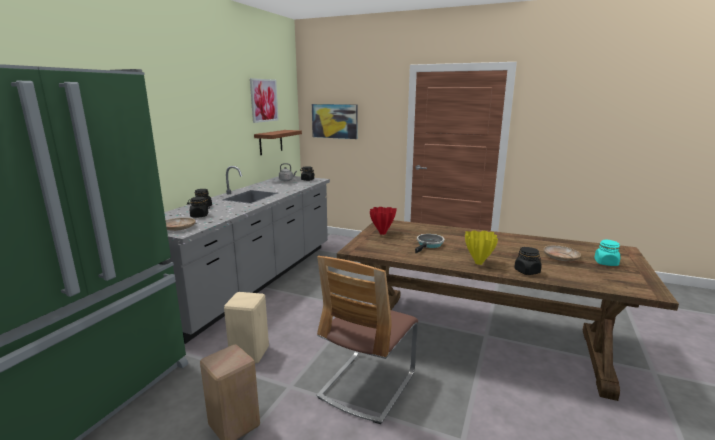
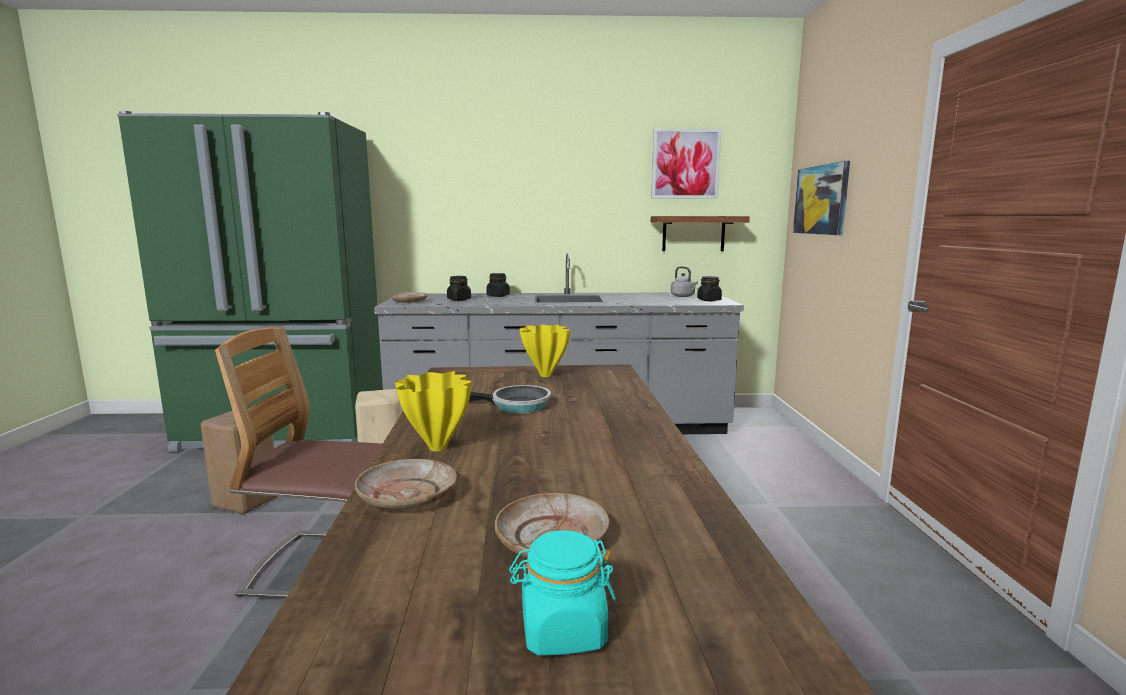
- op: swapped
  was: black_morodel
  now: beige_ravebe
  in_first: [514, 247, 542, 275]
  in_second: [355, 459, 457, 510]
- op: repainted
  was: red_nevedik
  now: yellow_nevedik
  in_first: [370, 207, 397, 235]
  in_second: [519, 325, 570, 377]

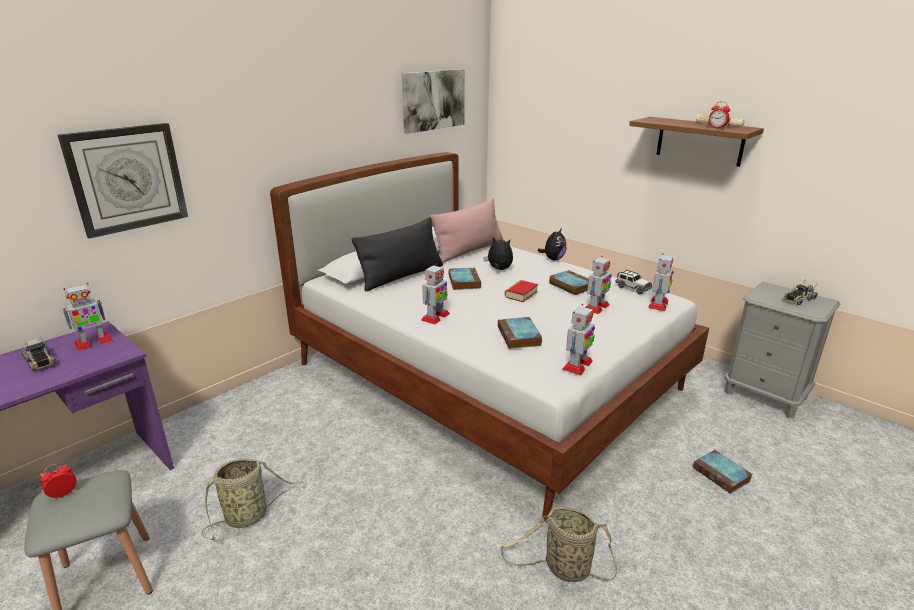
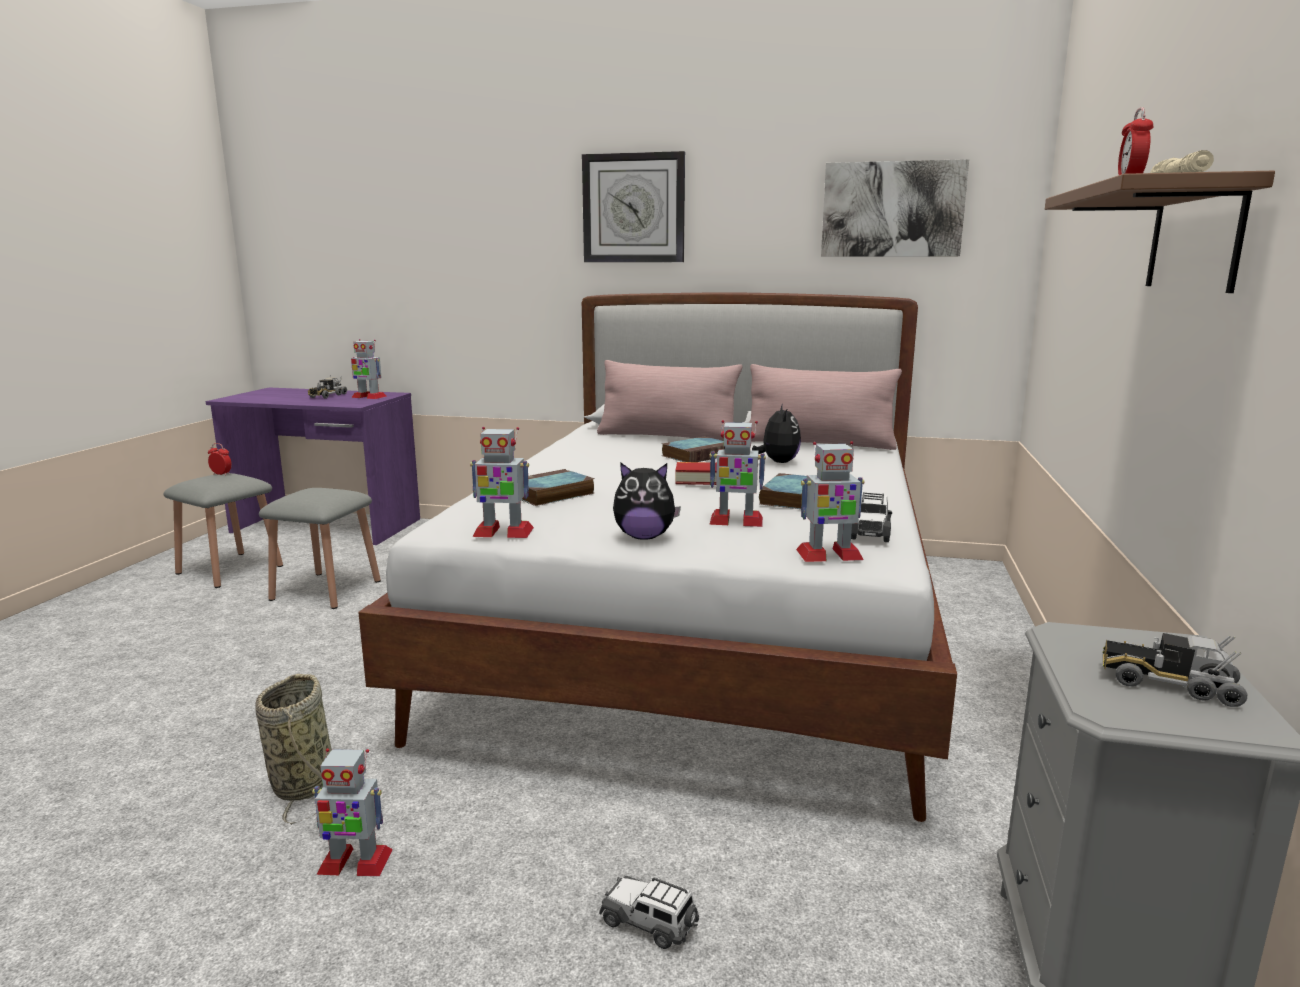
- op: swapped
  was: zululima
  now: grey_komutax
  in_first: [202, 458, 304, 541]
  in_second: [259, 488, 381, 609]
- op: shifted
  was: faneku
  in_first: [421, 264, 450, 324]
  in_second: [312, 748, 393, 876]
- op: shifted
  was: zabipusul
  in_first: [58, 123, 188, 239]
  in_second: [582, 151, 685, 262]
- op: repainted
  was: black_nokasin
  now: pink_nokasin
  in_first: [352, 217, 443, 292]
  in_second: [597, 360, 742, 441]
- op: swapped
  was: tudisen
  now: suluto
  in_first: [693, 450, 753, 494]
  in_second: [599, 876, 699, 949]
- op: shifted
  was: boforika
  in_first: [538, 228, 566, 260]
  in_second: [613, 462, 681, 540]

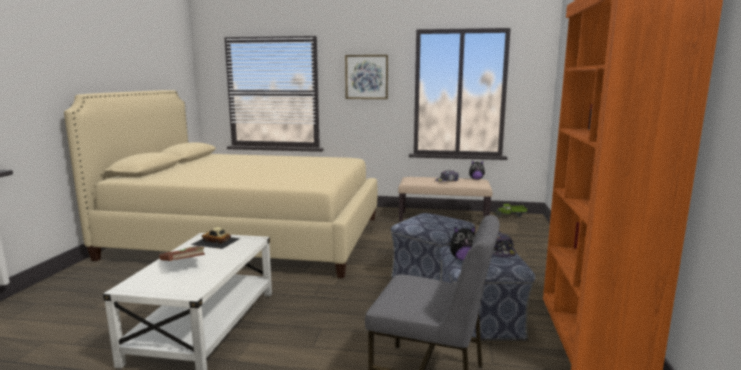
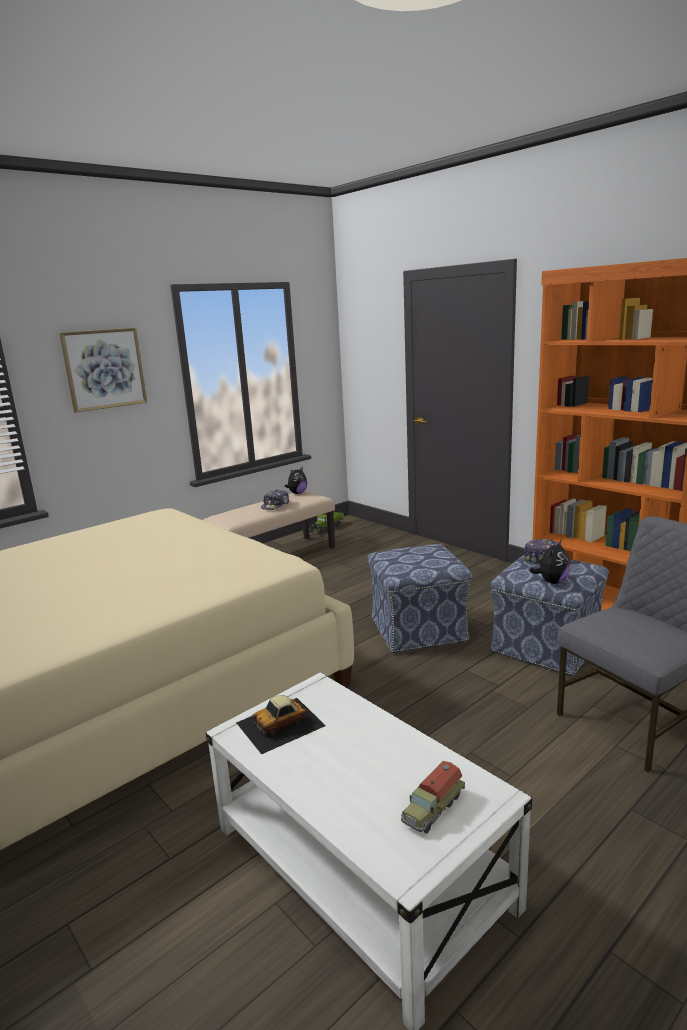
- op: new
  now: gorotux
  in_second: [401, 761, 465, 834]
- op: gone
  was: brown_tudisen
  in_first: [159, 246, 205, 261]

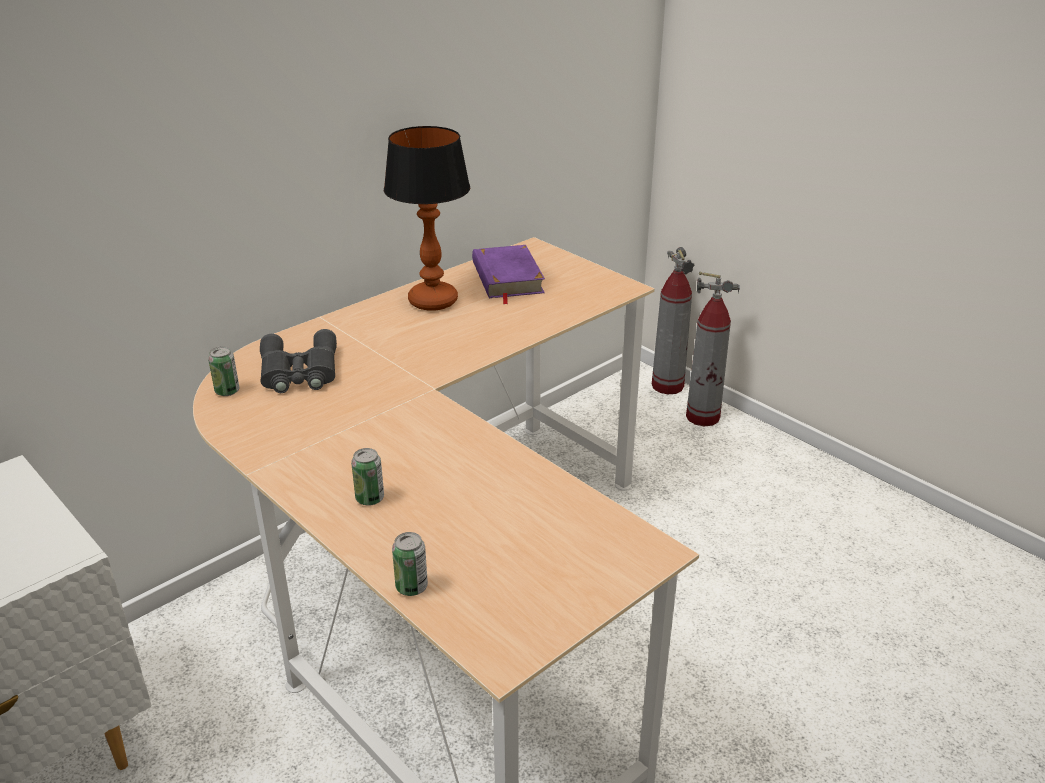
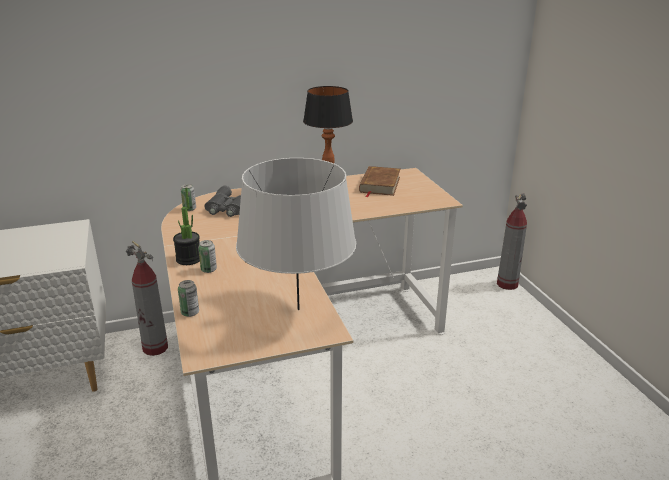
- op: shifted
  was: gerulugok
  in_first: [686, 272, 740, 426]
  in_second: [126, 241, 168, 356]
- op: new
  now: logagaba
  in_second: [173, 187, 200, 265]
- op: new
  now: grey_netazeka
  in_second: [236, 158, 357, 310]
- op: repainted
  was: purple_tudisen
  now: brown_tudisen
  in_first: [472, 245, 545, 304]
  in_second: [359, 166, 401, 197]

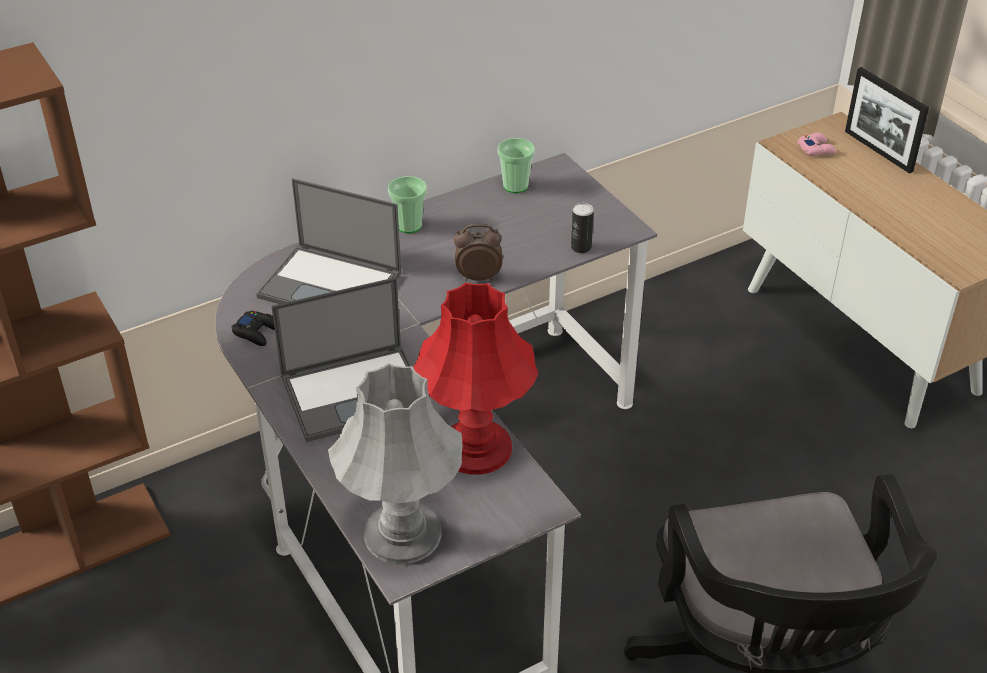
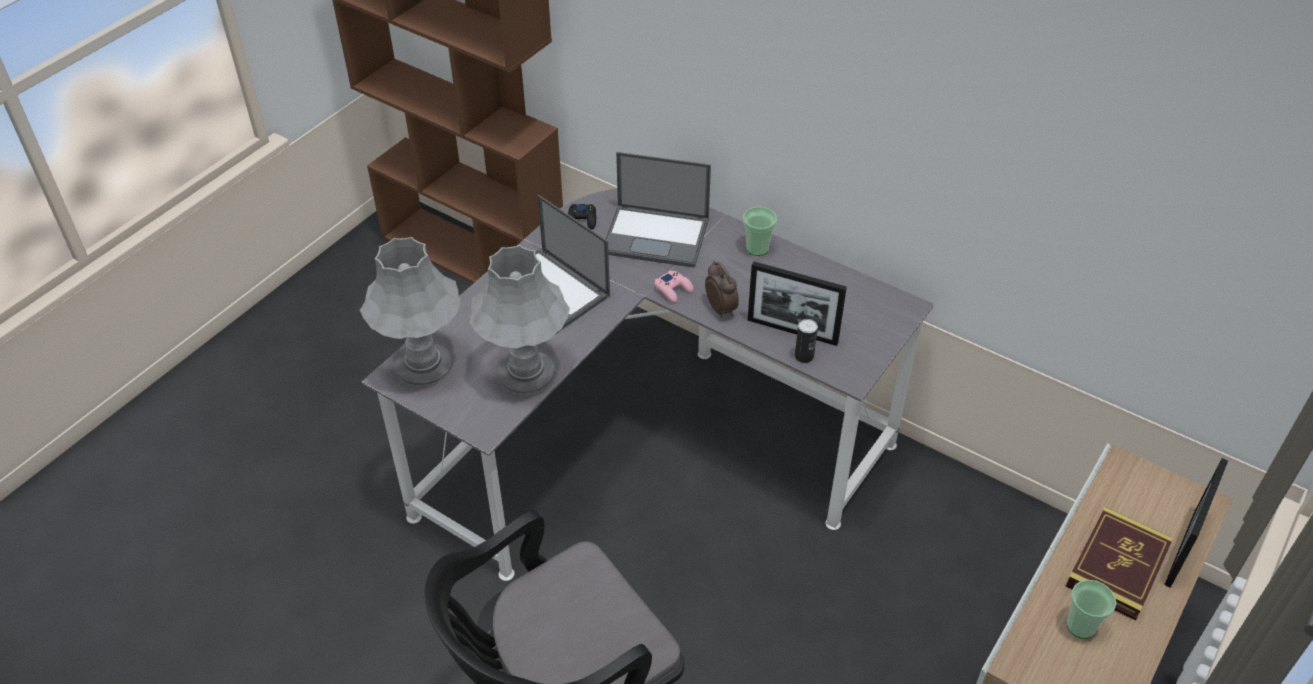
- op: repainted
  was: red_netazeka
  now: grey_netazeka
  in_first: [413, 282, 538, 475]
  in_second: [470, 245, 570, 395]
- op: rotated
  was: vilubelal
  in_first: [256, 178, 401, 304]
  in_second: [605, 152, 711, 268]
  clockwise: -75
- op: shifted
  was: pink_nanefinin
  in_first: [797, 133, 836, 156]
  in_second: [654, 270, 694, 303]
- op: new
  now: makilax
  in_second: [748, 261, 847, 346]
- op: new
  now: tudisen
  in_second: [1066, 507, 1173, 621]
- op: shifted
  was: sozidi
  in_first: [497, 138, 535, 193]
  in_second: [1066, 580, 1117, 639]

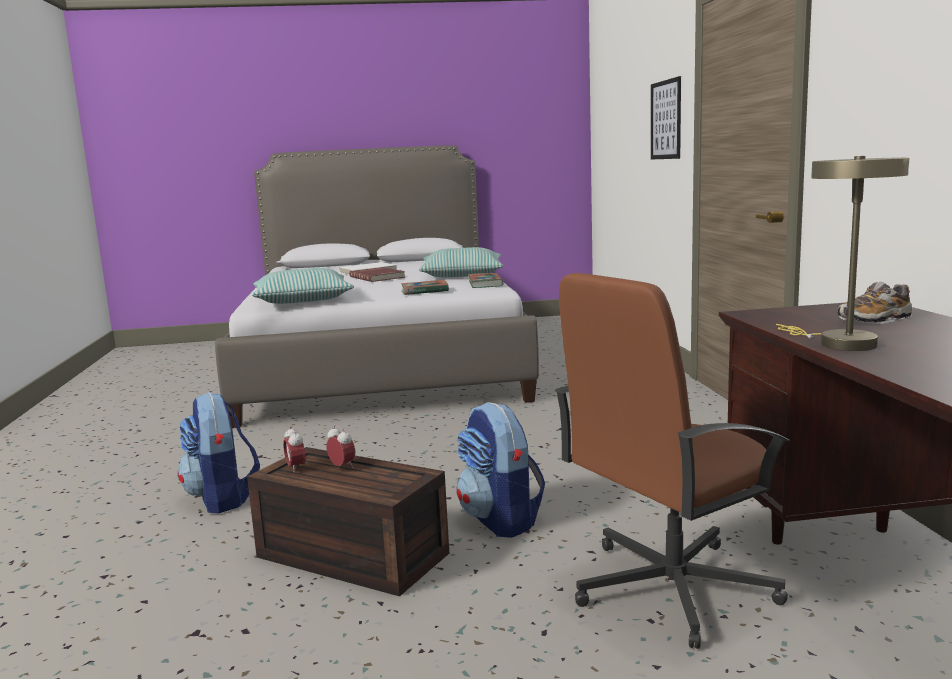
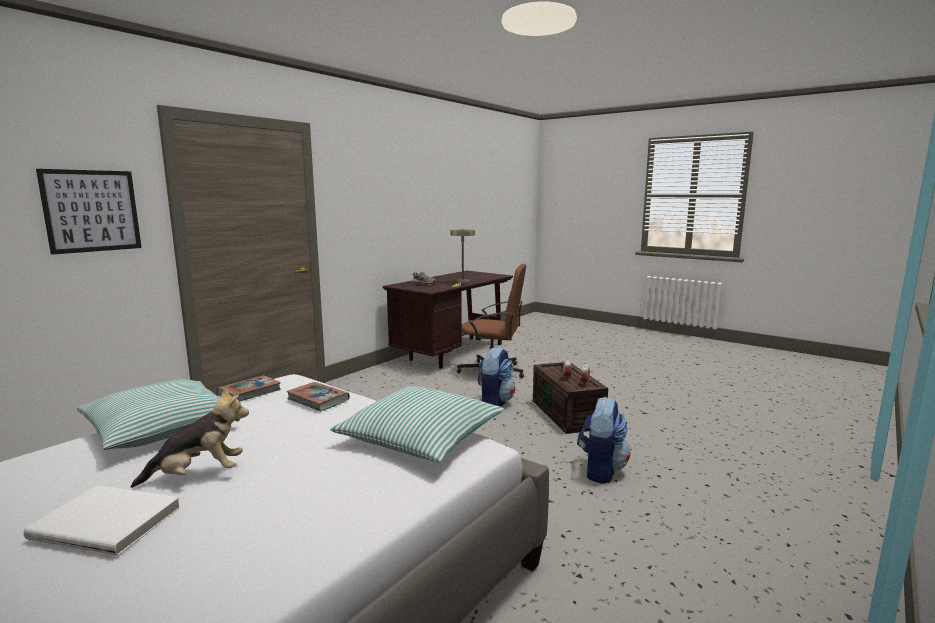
- op: swapped
  was: red_tudisen
  now: boforika
  in_first: [349, 267, 405, 282]
  in_second: [131, 388, 249, 488]

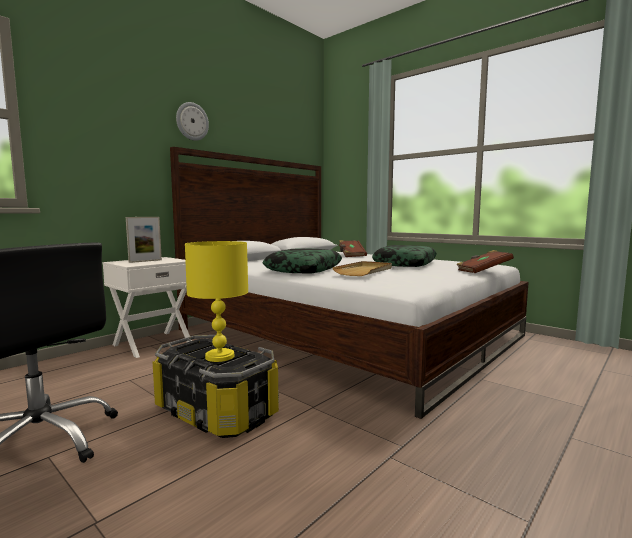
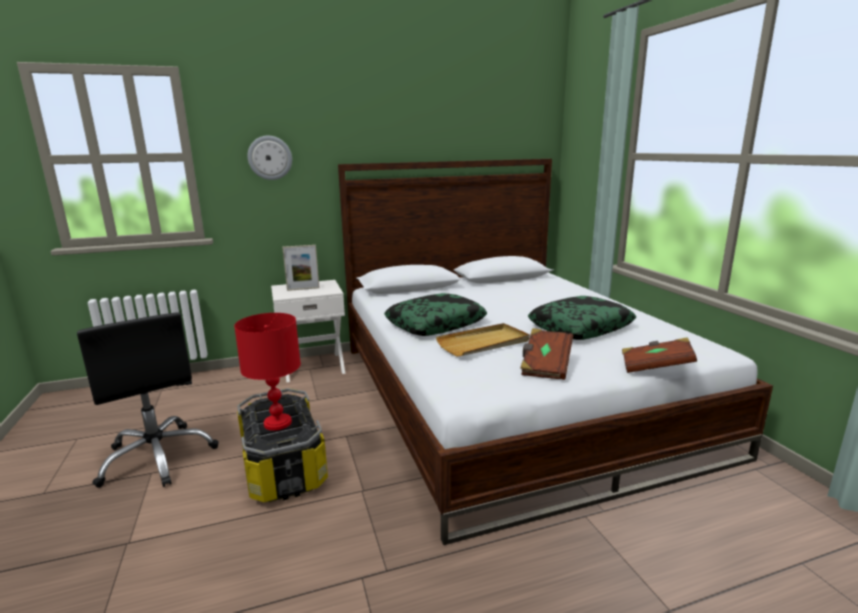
- op: repainted
  was: yellow_netazeka
  now: red_netazeka
  in_first: [185, 241, 248, 362]
  in_second: [234, 313, 301, 431]
- op: shifted
  was: zabipusul
  in_first: [176, 102, 209, 141]
  in_second: [247, 136, 292, 180]
- op: shifted
  was: brown_tudisen
  in_first: [339, 240, 367, 257]
  in_second: [520, 328, 573, 380]

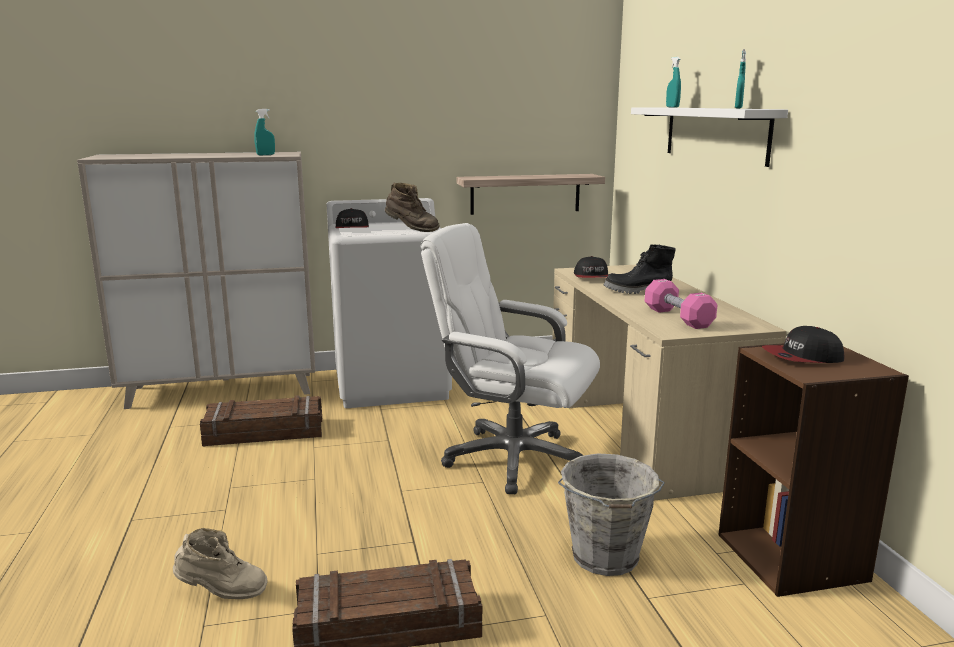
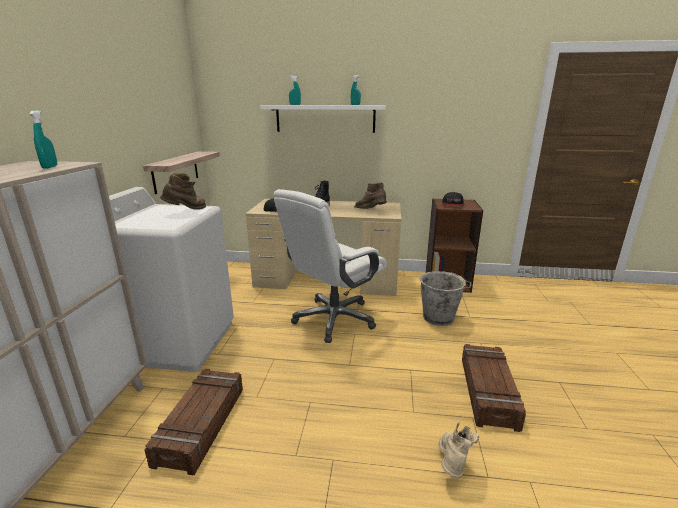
- op: swapped
  was: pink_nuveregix
  now: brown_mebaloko
  in_first: [645, 279, 717, 329]
  in_second: [354, 183, 387, 209]
- op: gone
  was: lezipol
  in_first: [335, 208, 369, 228]

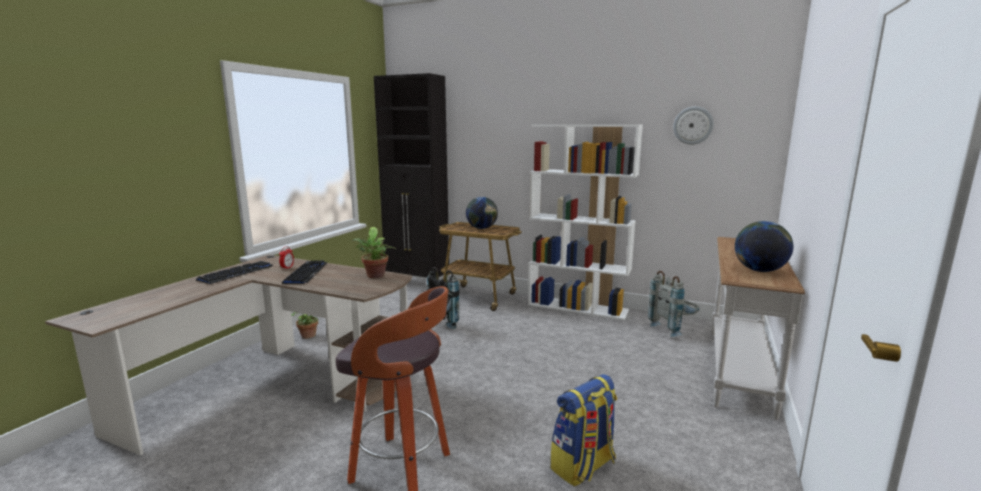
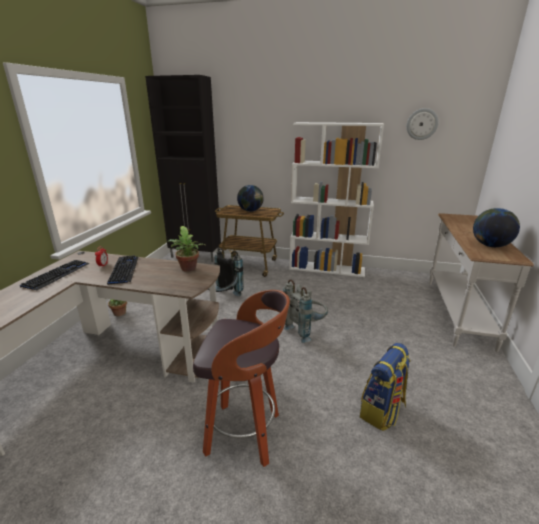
- op: shifted
  was: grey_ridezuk
  in_first: [648, 271, 699, 337]
  in_second: [283, 280, 328, 343]

